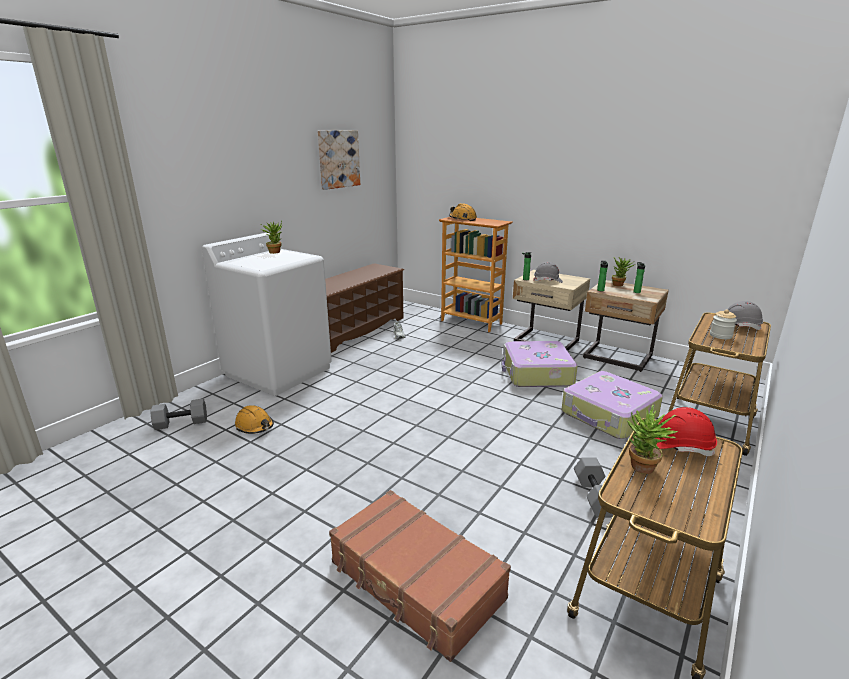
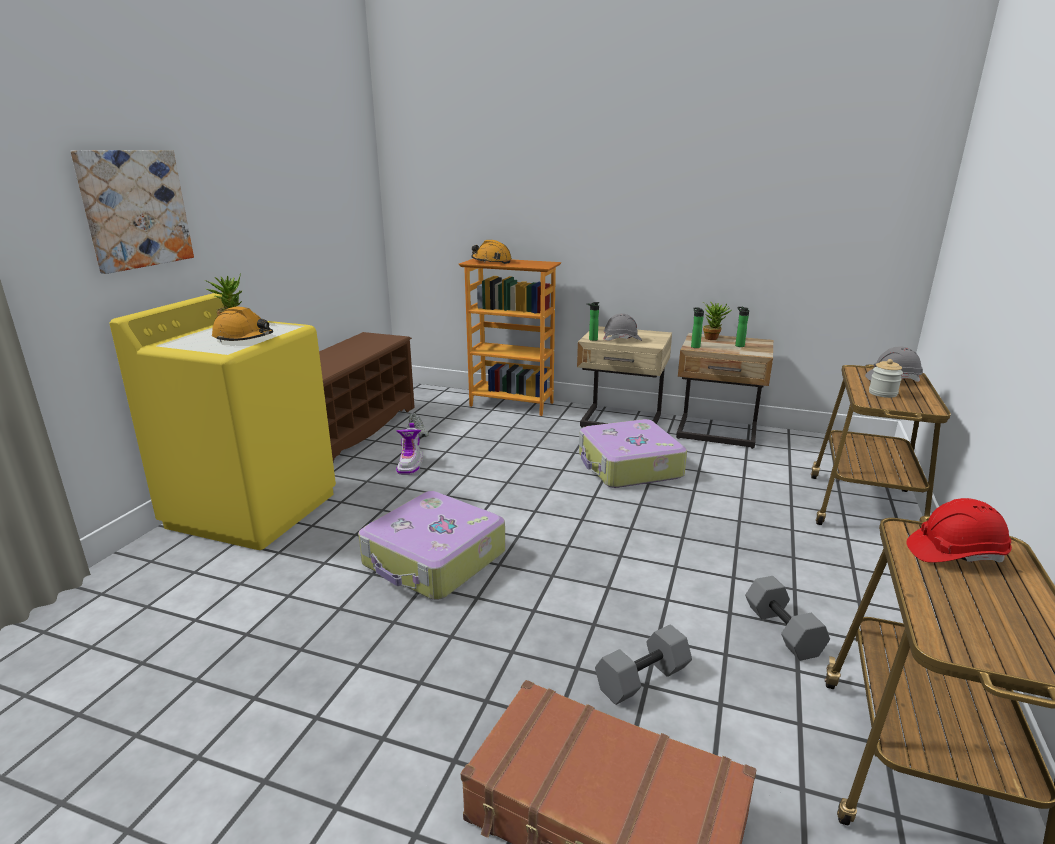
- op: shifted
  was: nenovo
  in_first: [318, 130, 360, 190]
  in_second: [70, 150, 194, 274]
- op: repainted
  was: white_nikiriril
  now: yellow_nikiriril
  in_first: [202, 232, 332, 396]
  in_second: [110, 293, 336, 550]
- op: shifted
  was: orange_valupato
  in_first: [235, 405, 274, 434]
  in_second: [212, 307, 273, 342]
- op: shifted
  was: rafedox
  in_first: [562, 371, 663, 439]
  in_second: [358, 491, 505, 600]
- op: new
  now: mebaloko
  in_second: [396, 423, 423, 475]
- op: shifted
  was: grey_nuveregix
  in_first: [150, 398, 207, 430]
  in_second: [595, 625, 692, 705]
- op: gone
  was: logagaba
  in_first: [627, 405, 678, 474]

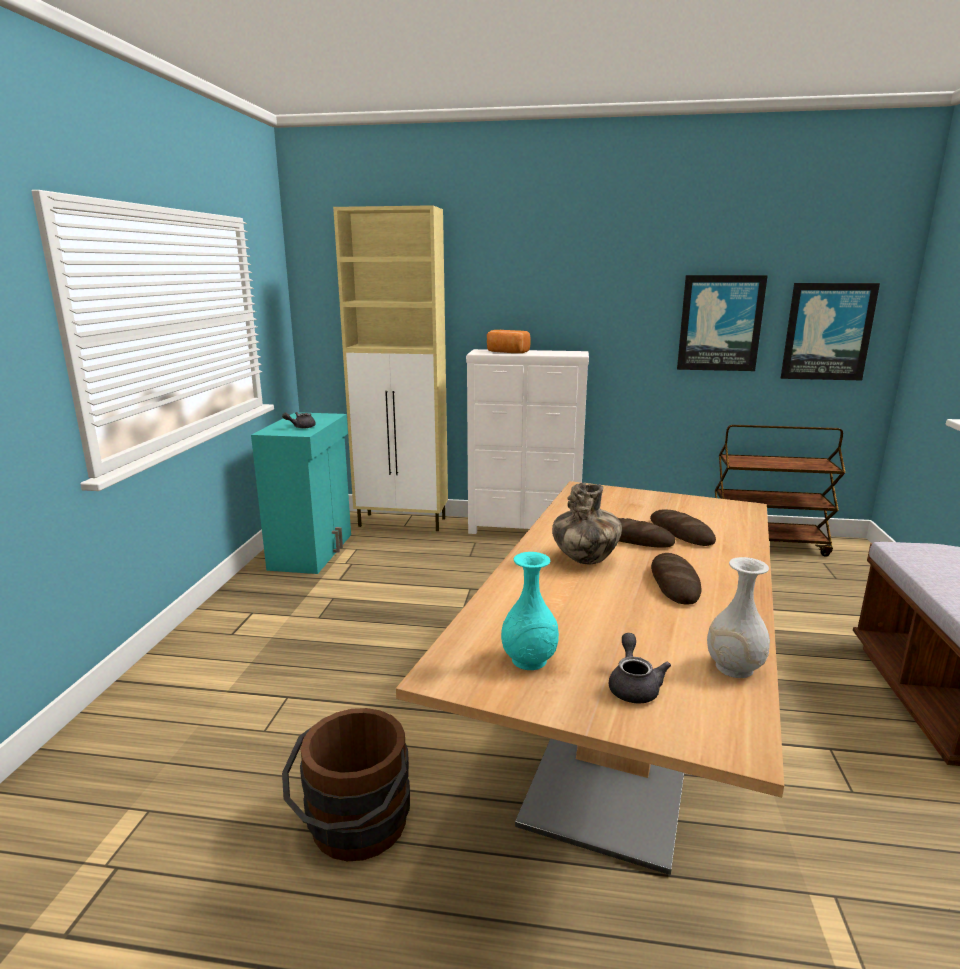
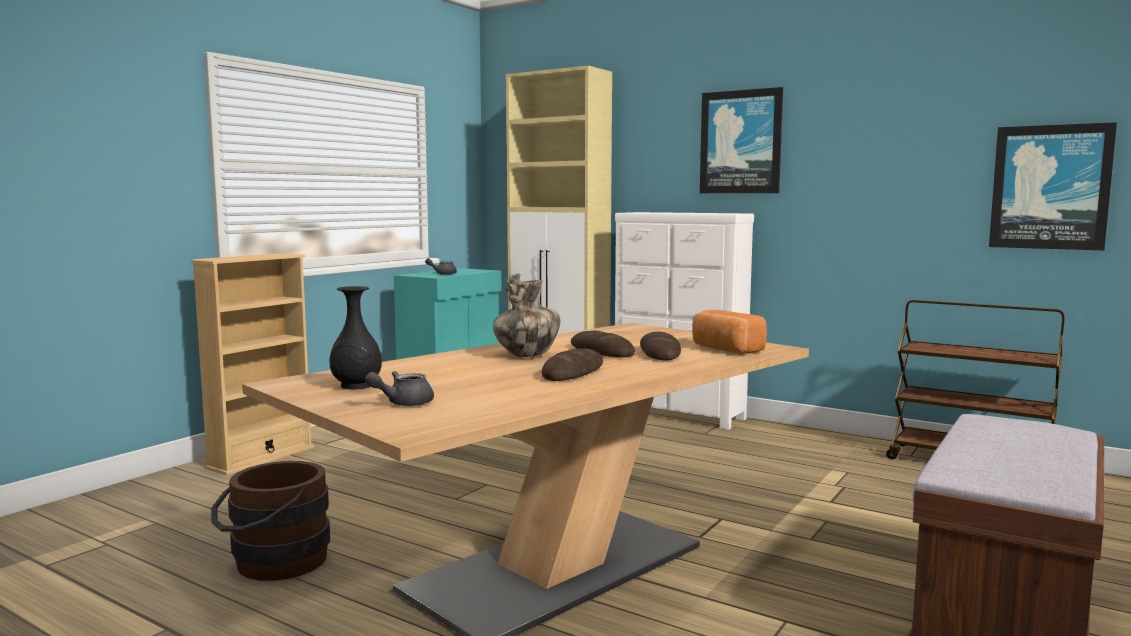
- op: new
  now: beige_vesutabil
  in_second: [191, 253, 314, 476]
- op: repainted
  was: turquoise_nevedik
  now: black_nevedik
  in_first: [501, 552, 559, 670]
  in_second: [329, 286, 382, 390]
- op: rotated
  was: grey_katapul
  in_first: [609, 633, 671, 704]
  in_second: [365, 371, 434, 406]
  clockwise: -150
- op: shifted
  was: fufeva
  in_first: [487, 330, 531, 353]
  in_second: [692, 310, 767, 354]
- op: shifted
  was: nenovo
  in_first: [677, 275, 768, 371]
  in_second: [700, 87, 783, 193]
- op: gone
  was: white_nevedik
  in_first: [707, 557, 770, 678]

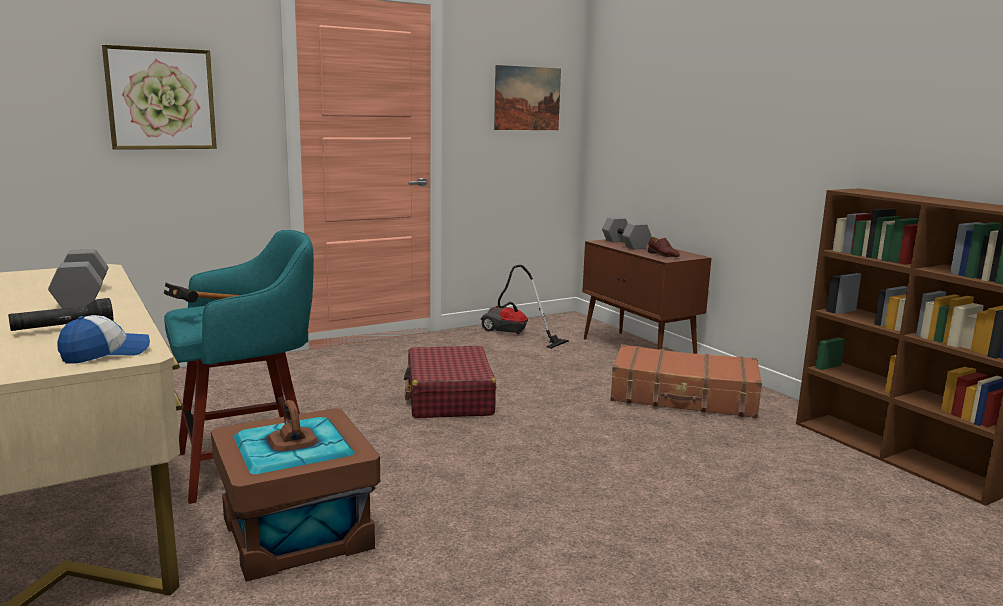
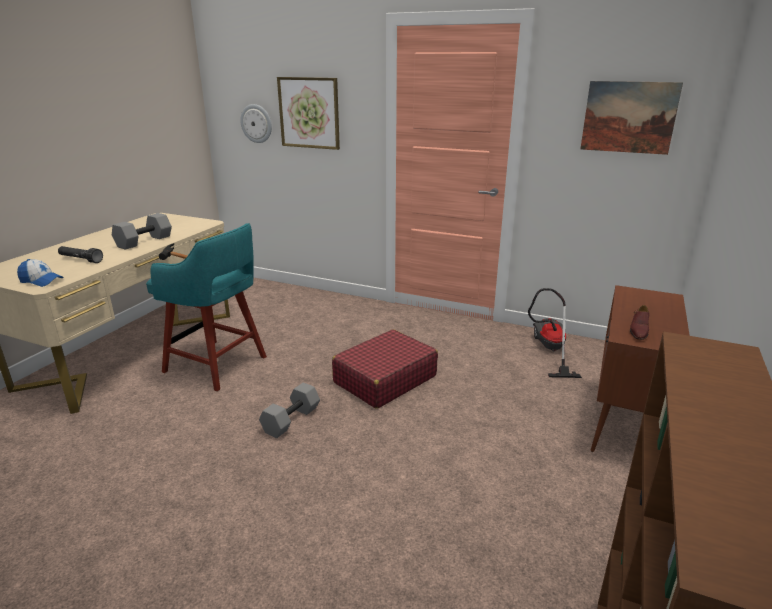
- op: new
  now: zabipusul
  in_second: [240, 104, 272, 143]
- op: shifted
  was: grey_nuveregix
  in_first: [602, 217, 652, 249]
  in_second: [259, 382, 320, 438]
- op: gone
  was: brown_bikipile
  in_first: [211, 400, 380, 582]
- op: gone
  was: brown_rafedox
  in_first: [610, 344, 762, 418]

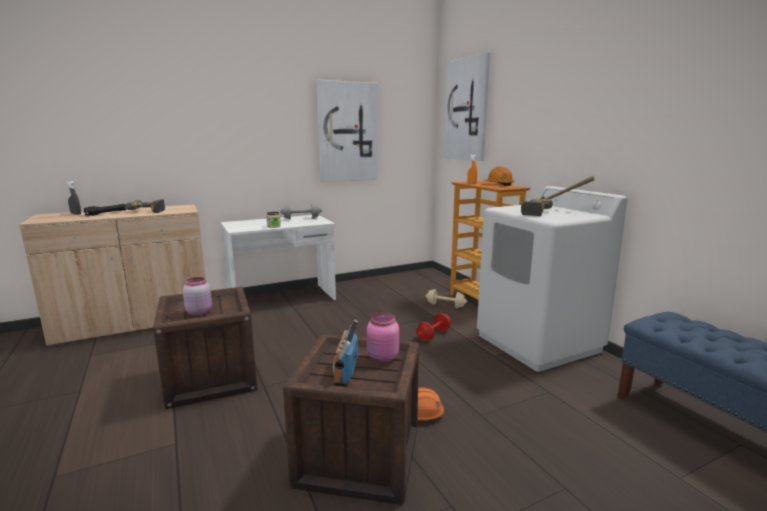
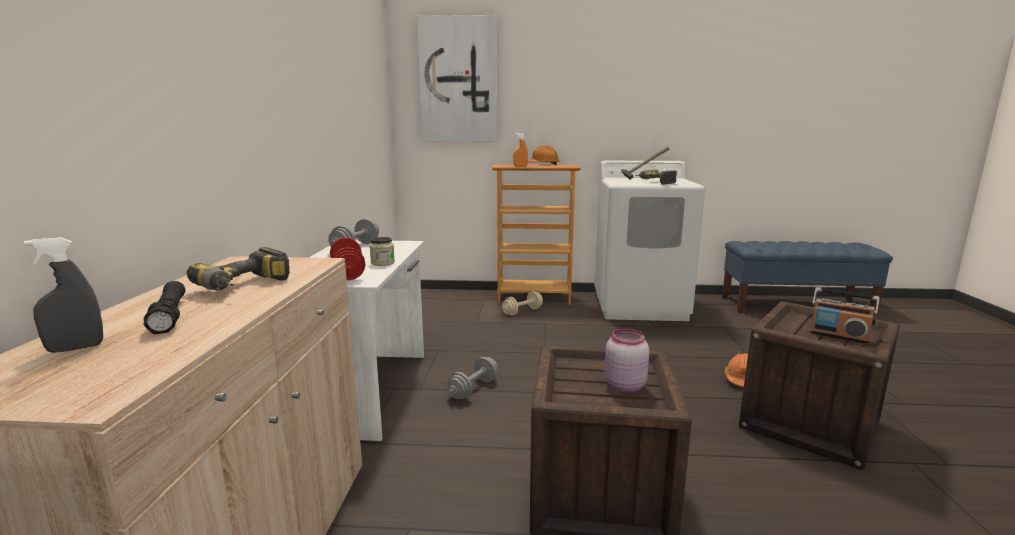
- op: shifted
  was: red_nuveregix
  in_first: [416, 313, 451, 341]
  in_second: [330, 238, 366, 280]
- op: new
  now: grey_nuveregix
  in_second: [447, 357, 498, 399]
- op: gone
  was: nenovo
  in_first: [316, 80, 378, 182]
- op: gone
  was: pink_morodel
  in_first: [367, 313, 399, 362]

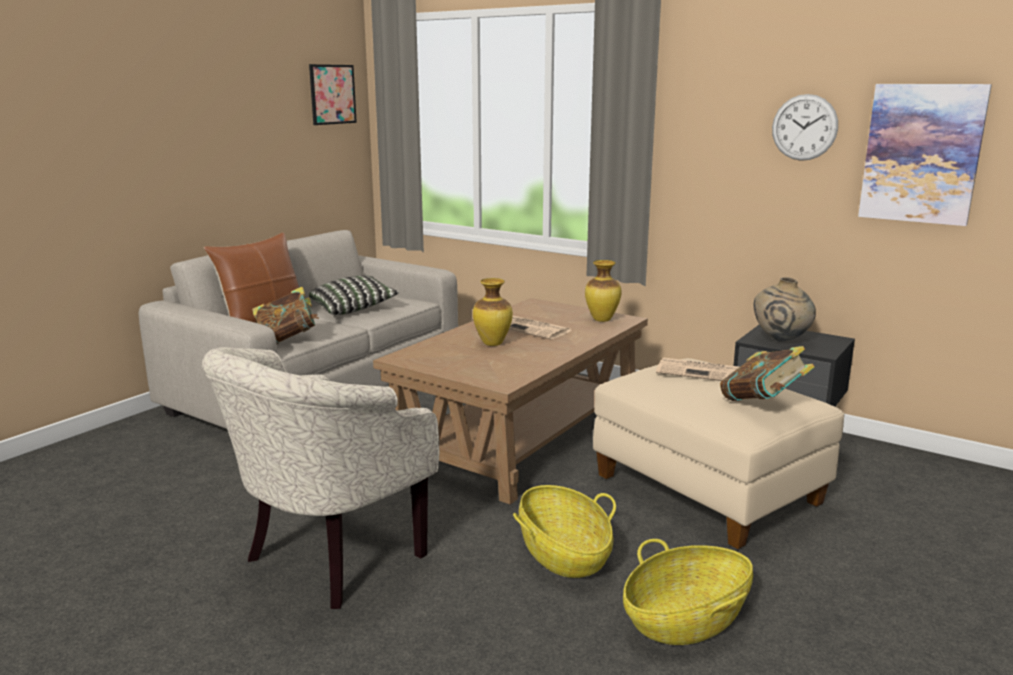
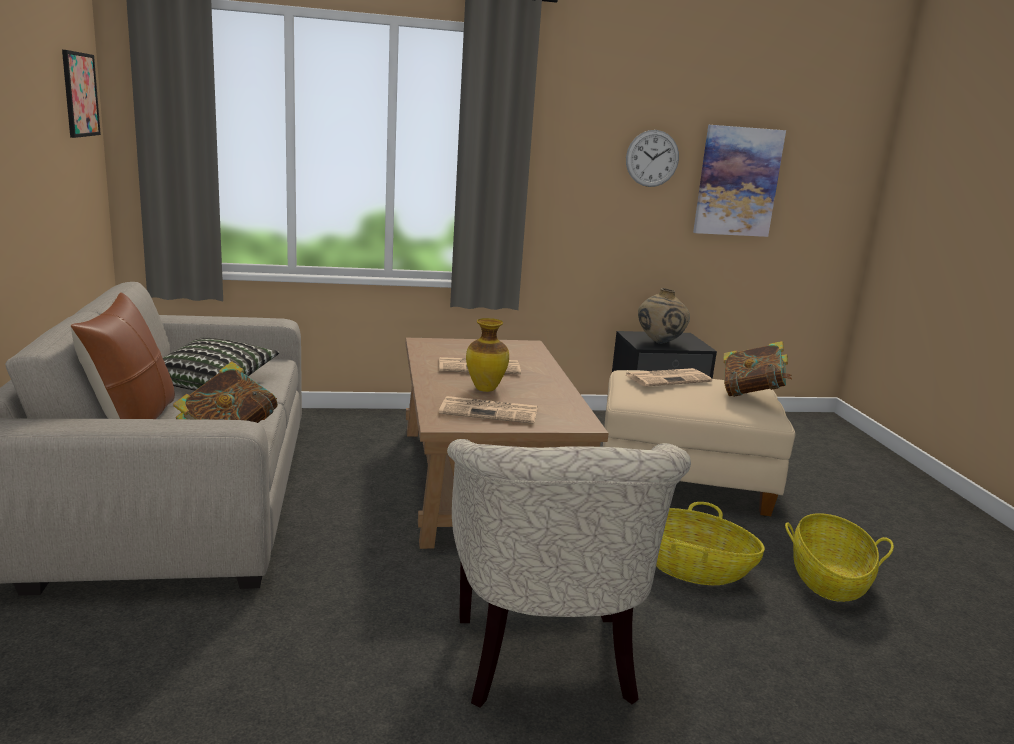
- op: new
  now: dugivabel
  in_second: [439, 396, 538, 424]
- op: gone
  was: nevedik
  in_first: [585, 260, 622, 322]

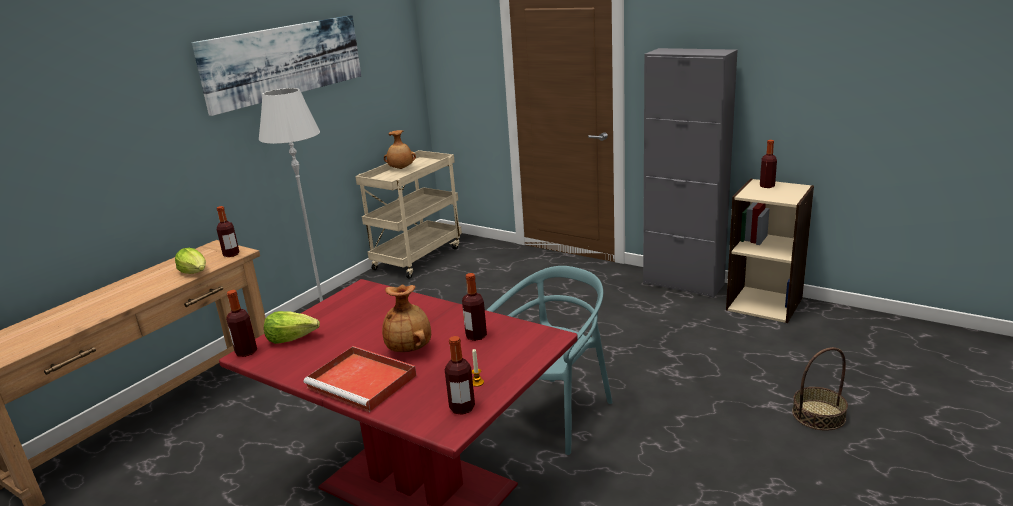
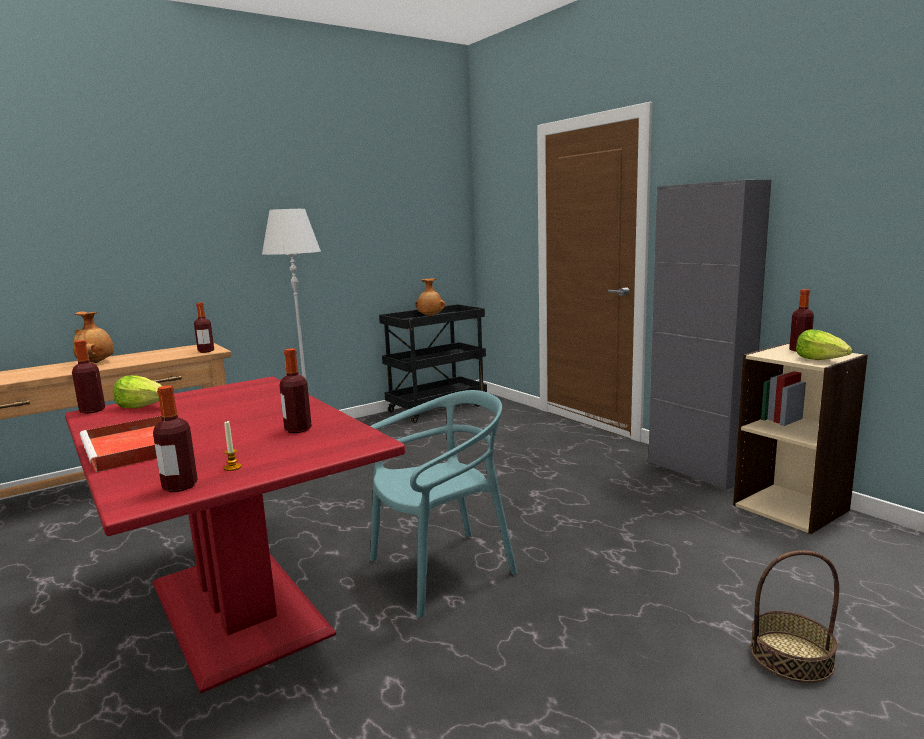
- op: shifted
  was: brown_nevedik
  in_first: [382, 285, 431, 352]
  in_second: [73, 311, 114, 363]
- op: repainted
  was: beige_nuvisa
  now: black_nuvisa
  in_first: [355, 150, 462, 279]
  in_second: [379, 304, 487, 423]
- op: shifted
  was: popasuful
  in_first: [175, 248, 206, 274]
  in_second: [796, 329, 853, 360]
- op: gone
  was: nenovo
  in_first: [192, 15, 361, 116]

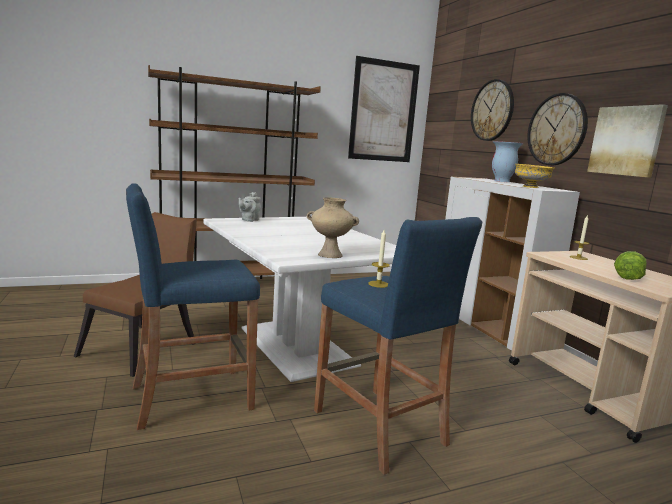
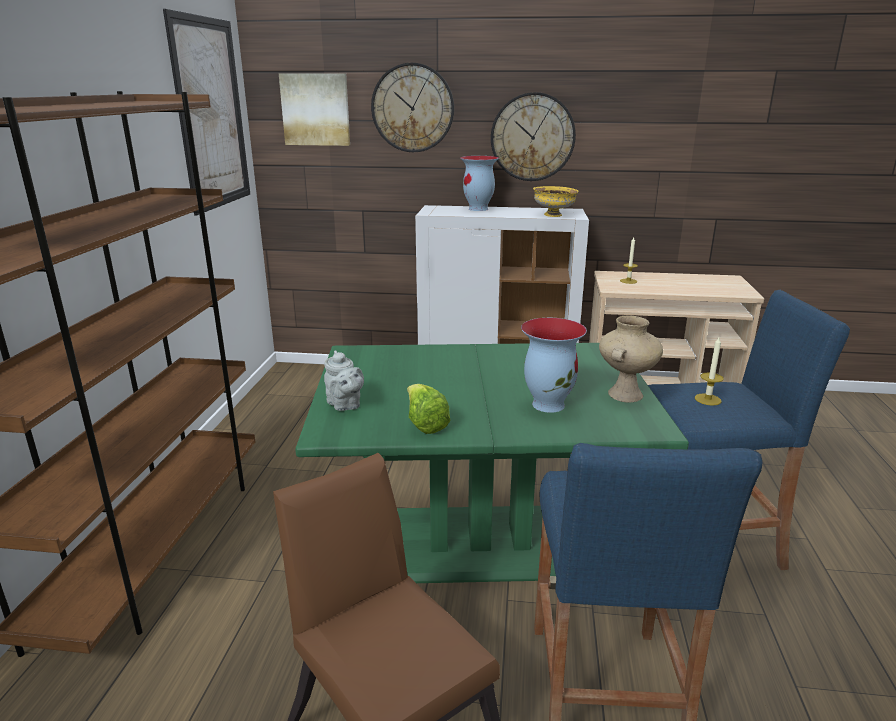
- op: shifted
  was: nenovo
  in_first: [587, 104, 668, 178]
  in_second: [279, 74, 350, 146]
- op: repainted
  was: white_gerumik
  now: green_gerumik
  in_first: [203, 217, 396, 382]
  in_second: [295, 343, 689, 583]
- op: shifted
  was: popasuful
  in_first: [614, 251, 647, 280]
  in_second: [407, 384, 450, 434]
- op: new
  now: nevedik
  in_second: [521, 318, 587, 413]

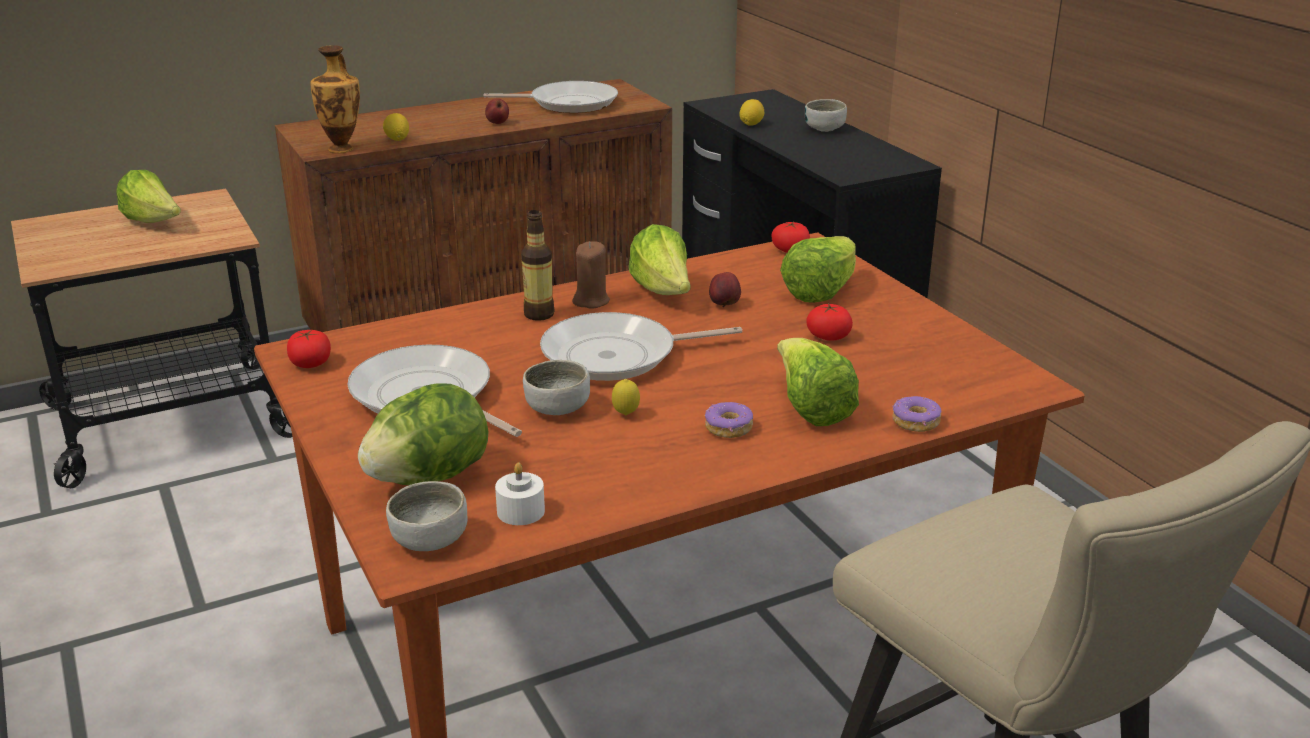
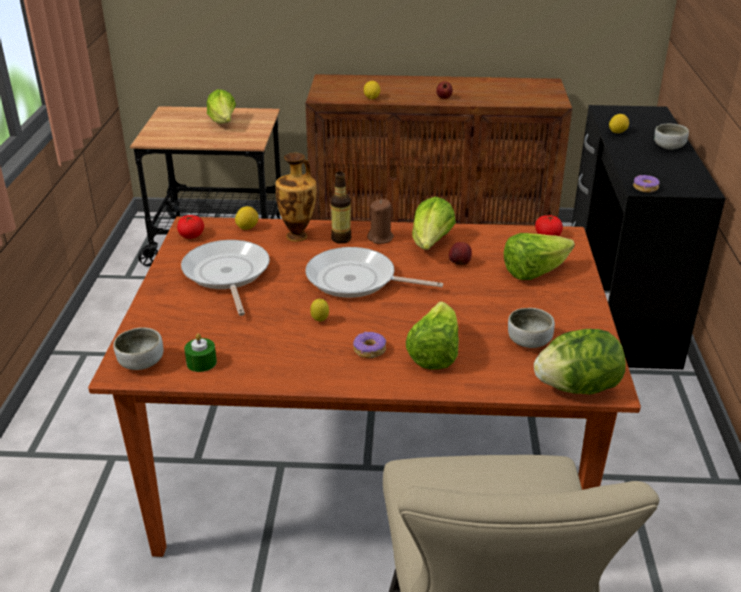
- op: repainted
  was: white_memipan
  now: green_memipan
  in_first: [495, 462, 545, 525]
  in_second: [184, 333, 217, 372]
- op: new
  now: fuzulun
  in_second: [235, 206, 259, 230]
- op: shifted
  was: nevedik
  in_first: [310, 45, 360, 153]
  in_second: [275, 153, 317, 242]
- op: shifted
  was: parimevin
  in_first: [523, 360, 590, 415]
  in_second: [508, 308, 555, 348]
- op: shifted
  was: popasuful
  in_first: [358, 383, 489, 485]
  in_second: [534, 329, 626, 395]
- op: shifted
  was: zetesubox
  in_first: [892, 396, 942, 432]
  in_second: [633, 175, 660, 193]
- op: gone
  was: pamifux
  in_first: [484, 81, 618, 113]
- op: gone
  was: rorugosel
  in_first: [806, 303, 853, 341]

